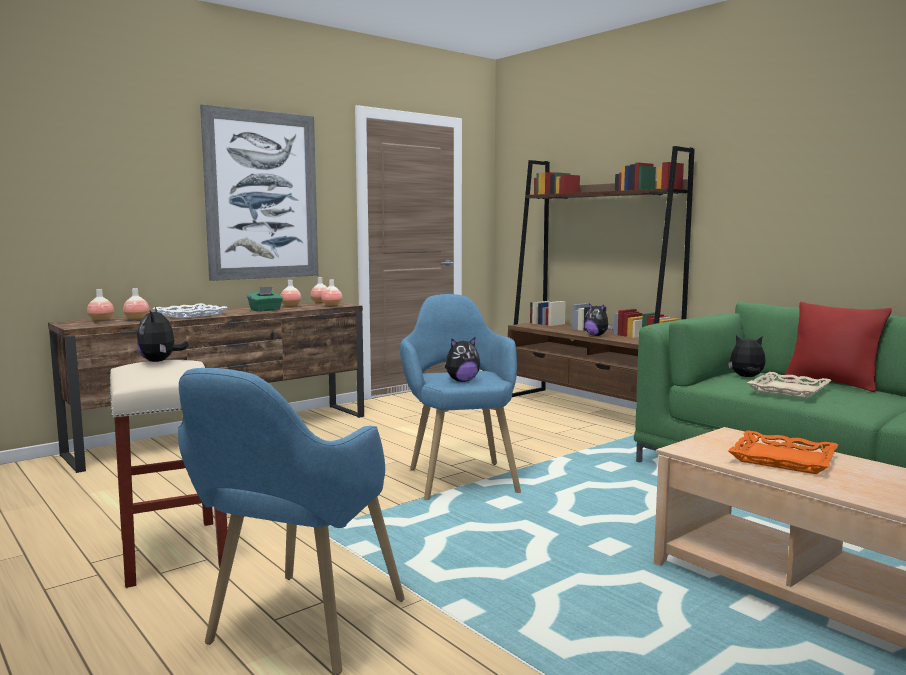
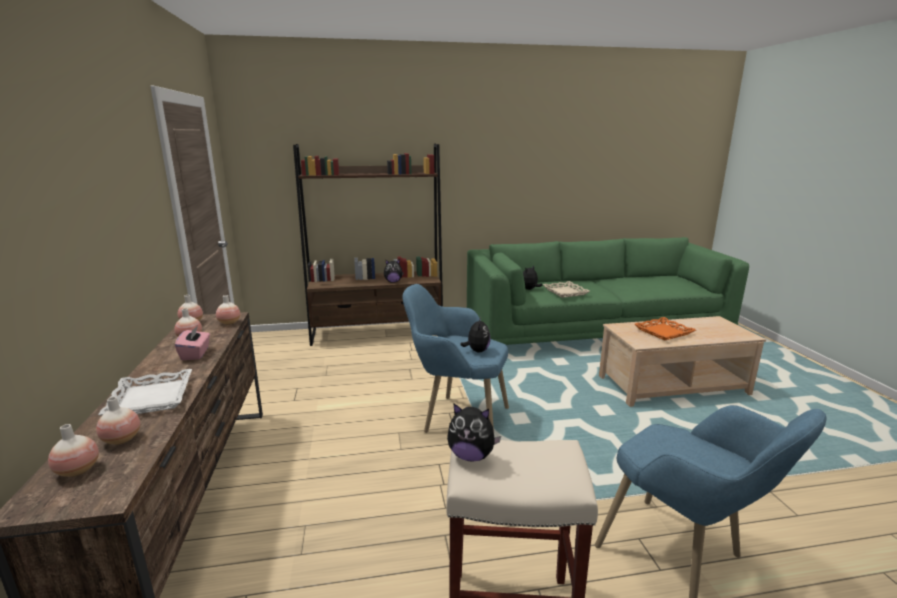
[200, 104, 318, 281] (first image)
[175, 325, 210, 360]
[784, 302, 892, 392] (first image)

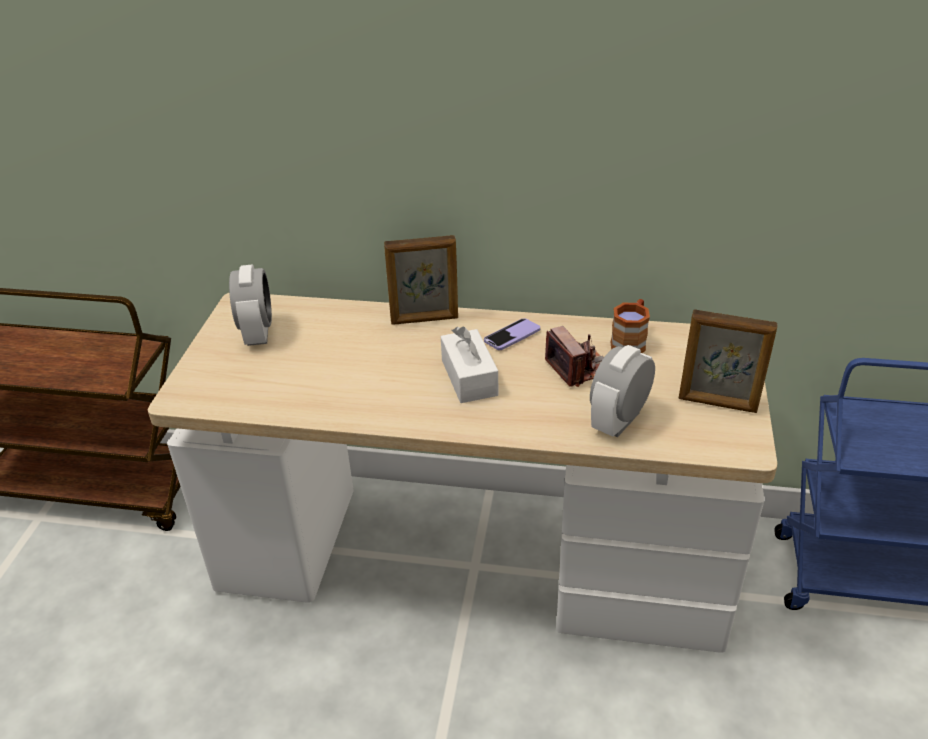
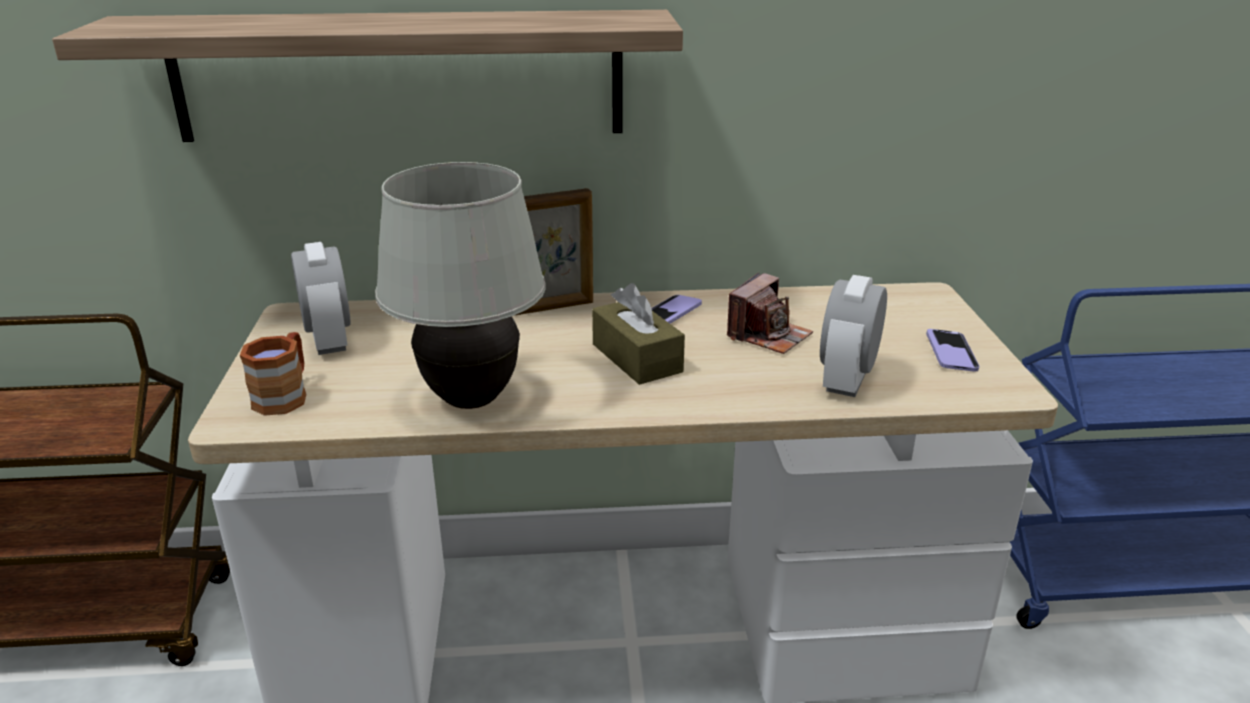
[240, 332, 306, 416]
[926, 329, 980, 372]
[727, 273, 813, 354]
[592, 283, 685, 385]
[52, 10, 683, 142]
[375, 162, 545, 409]

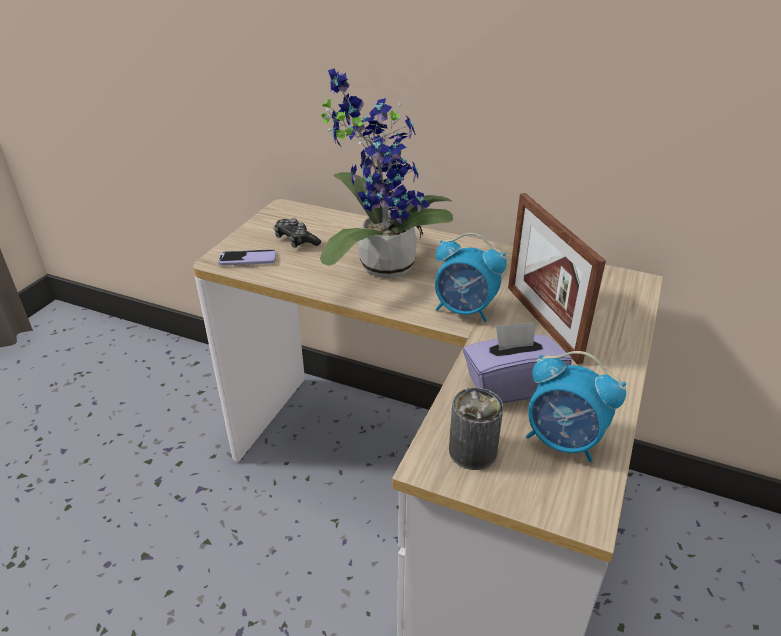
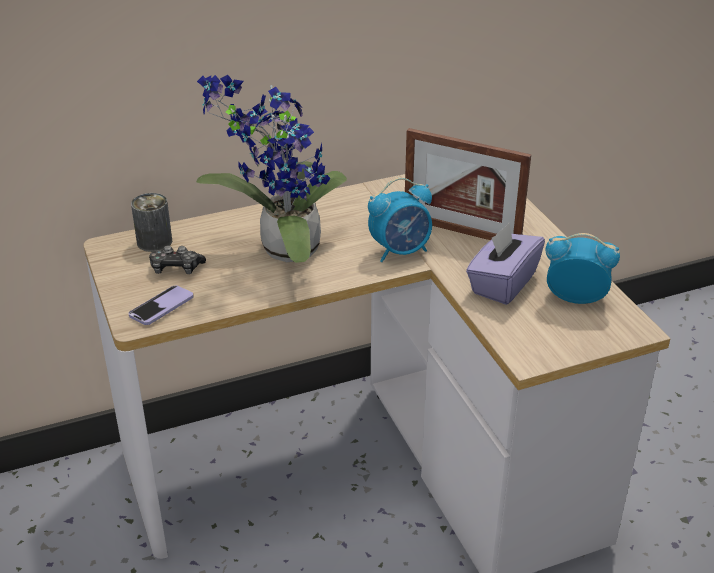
[545, 233, 620, 304]
[131, 193, 172, 252]

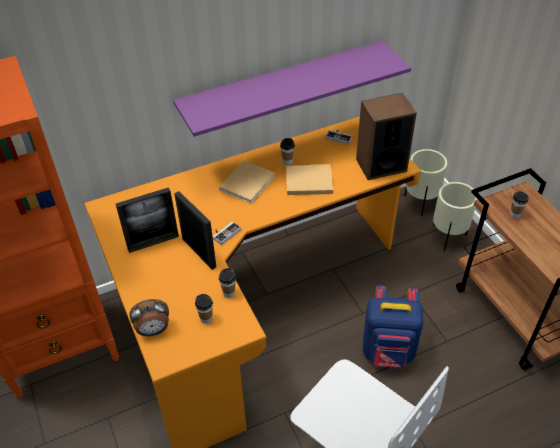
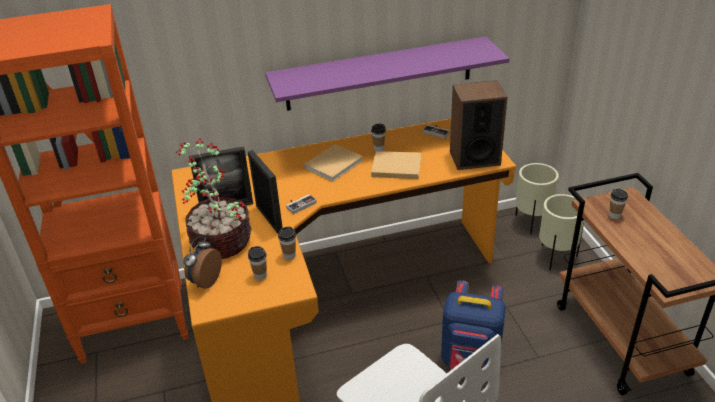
[183, 237, 222, 289]
[176, 138, 251, 259]

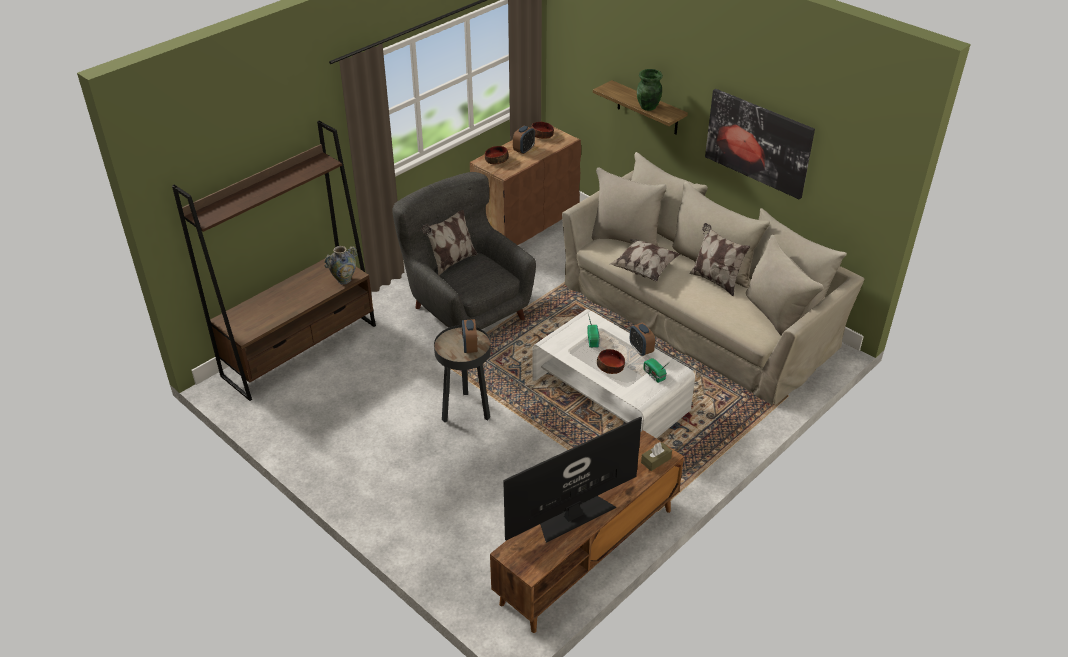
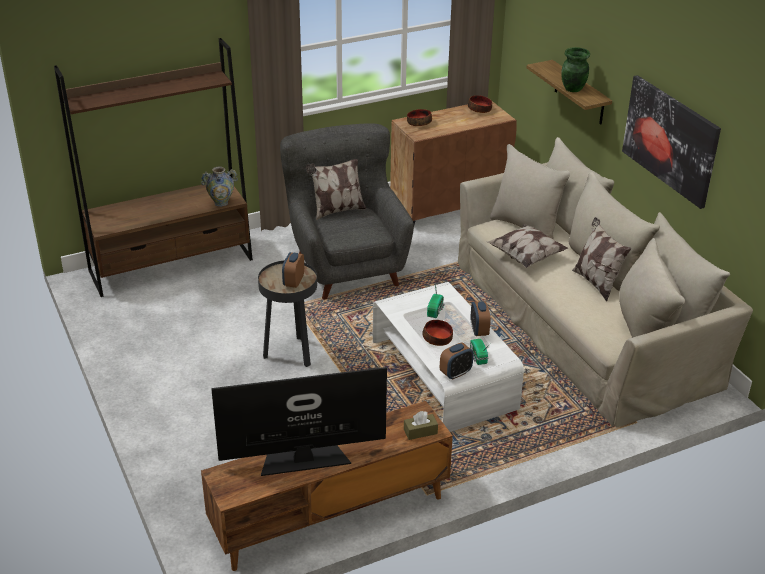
[440, 342, 474, 380]

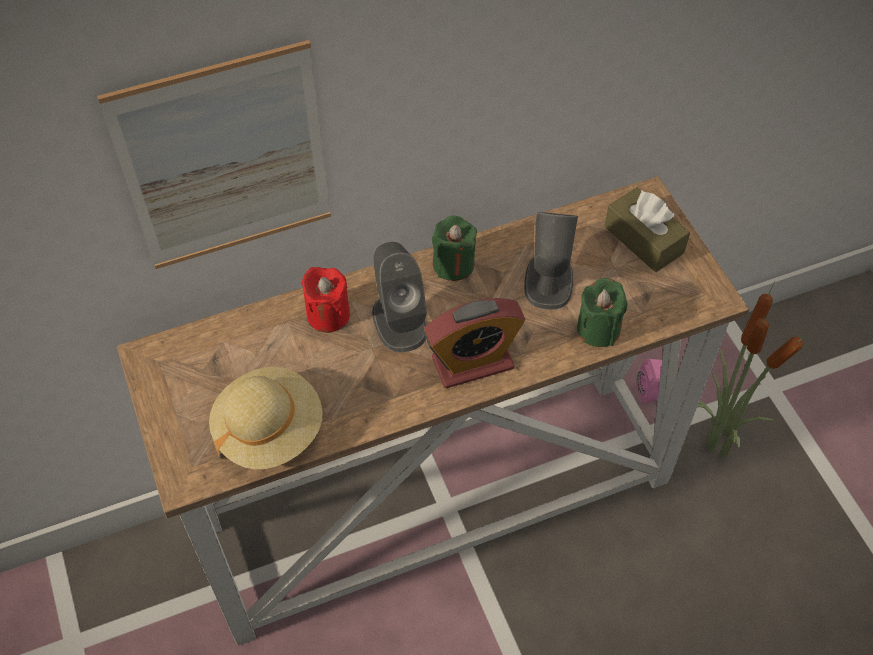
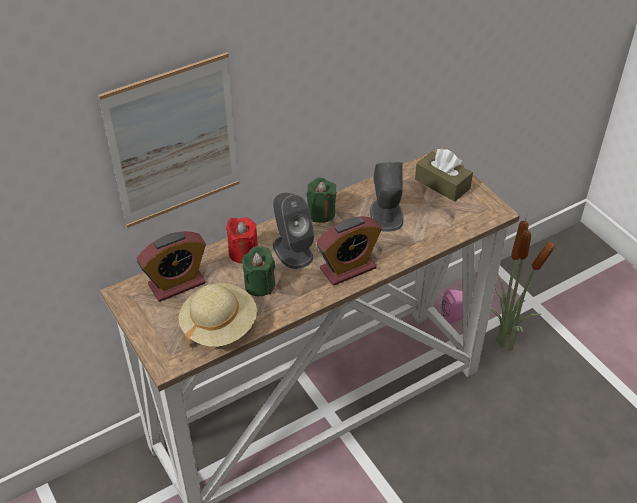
[242, 246, 275, 297]
[137, 231, 206, 302]

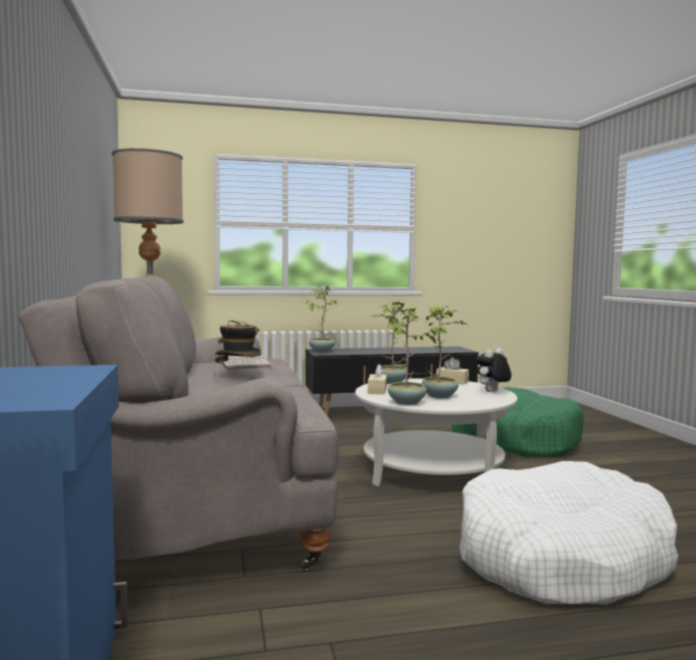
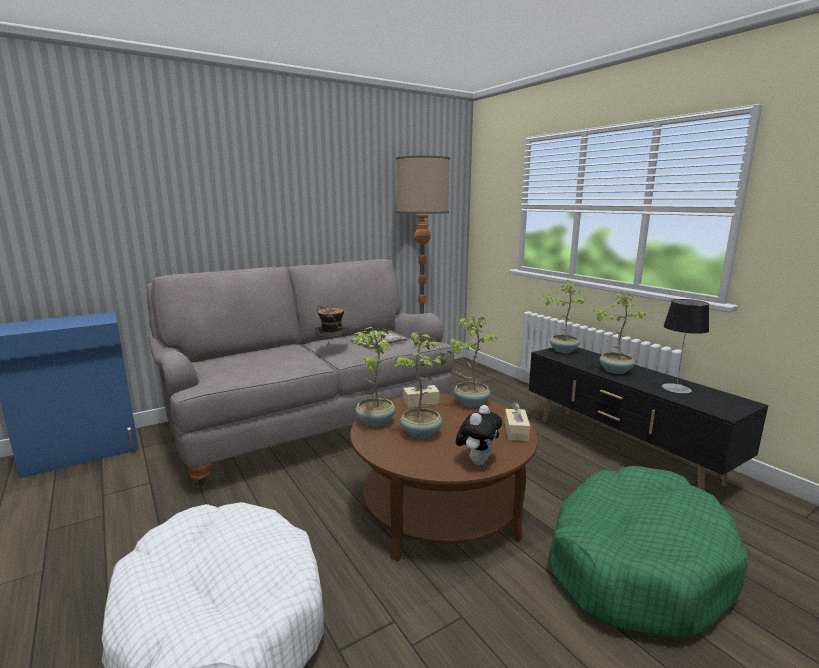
[456, 405, 502, 465]
[350, 394, 538, 561]
[593, 293, 645, 374]
[662, 299, 709, 393]

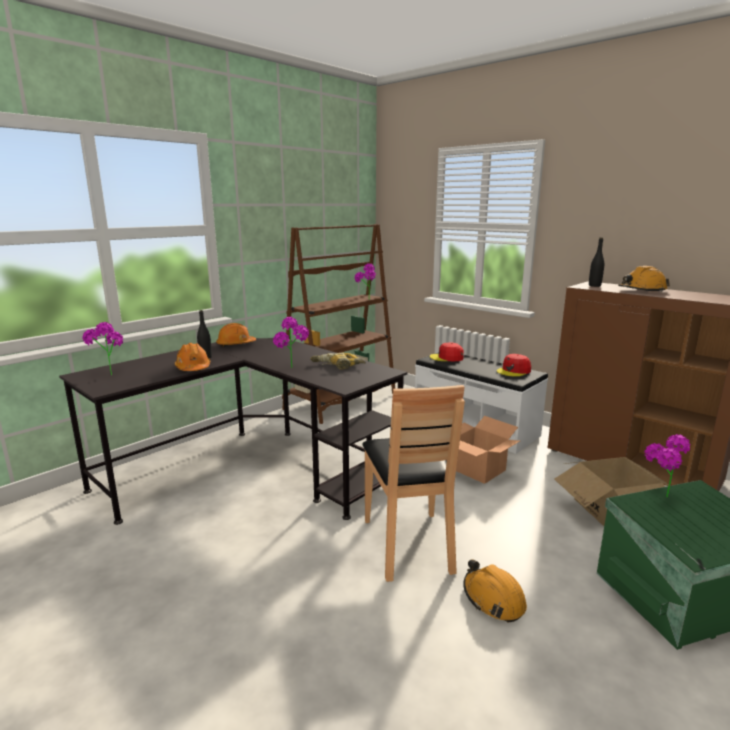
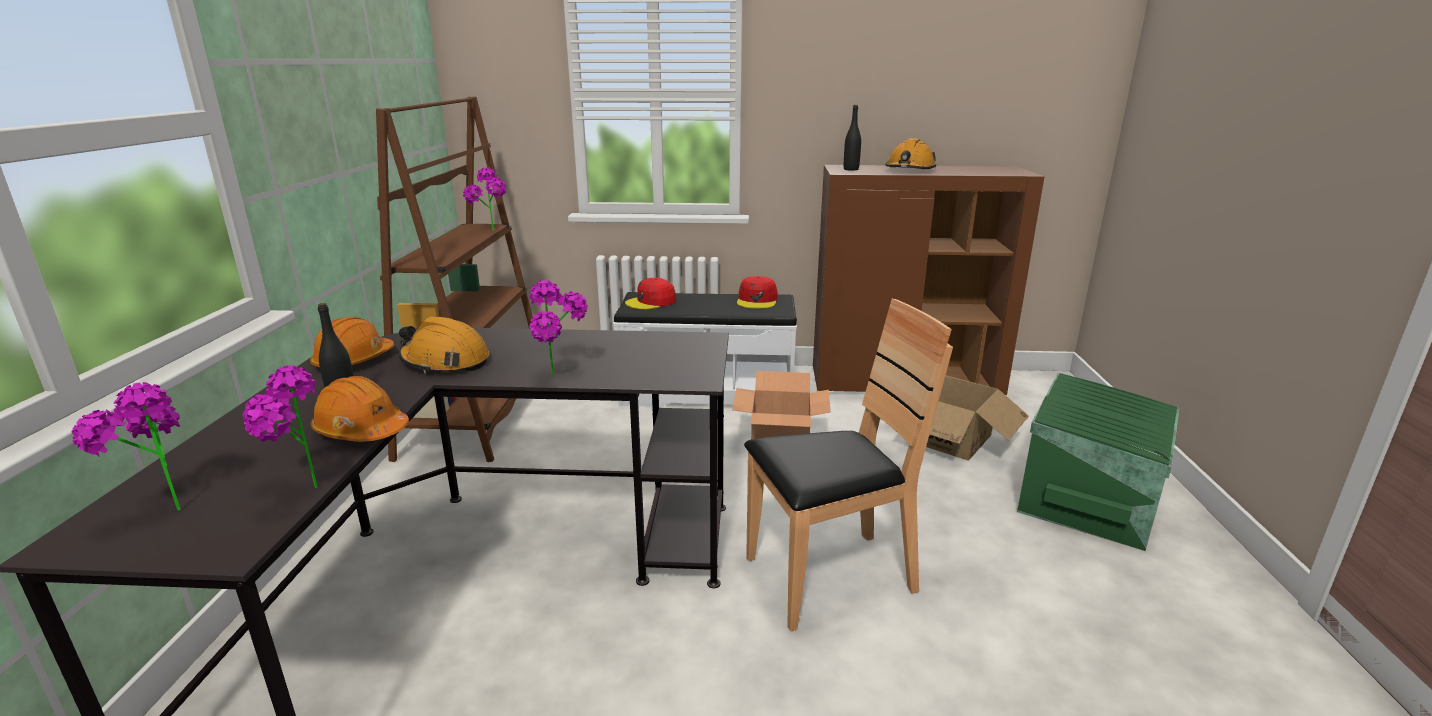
[310, 352, 366, 370] (first image)
[744, 299, 953, 631]
[243, 365, 318, 488]
[399, 316, 490, 373]

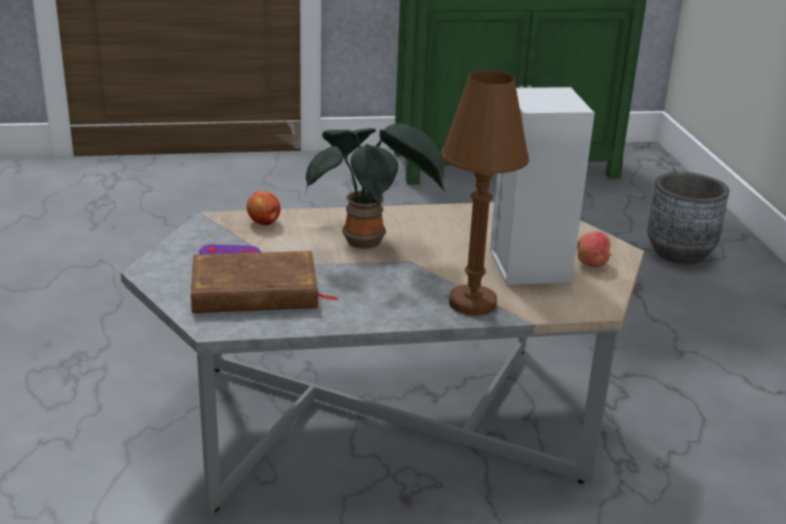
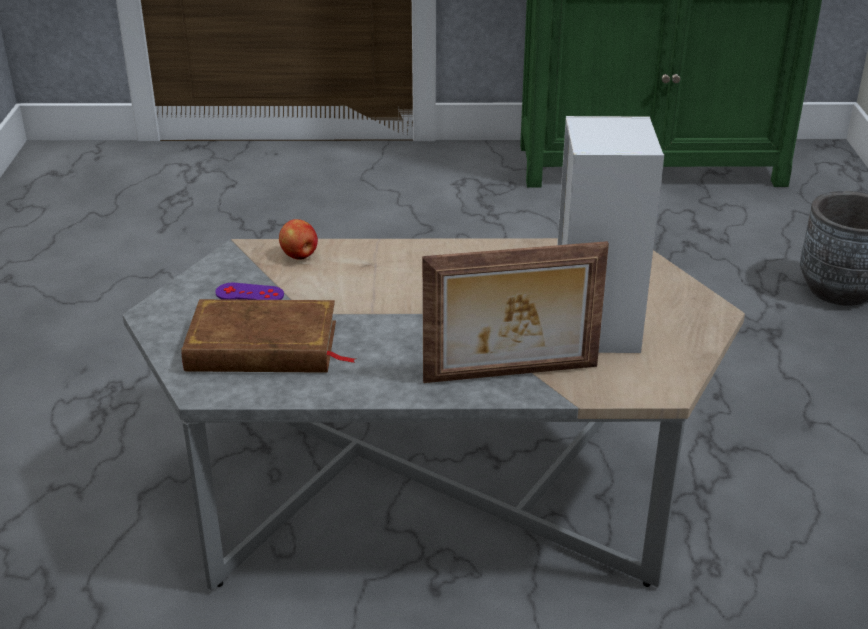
[422, 241, 609, 383]
[306, 124, 445, 249] (first image)
[577, 232, 612, 267] (first image)

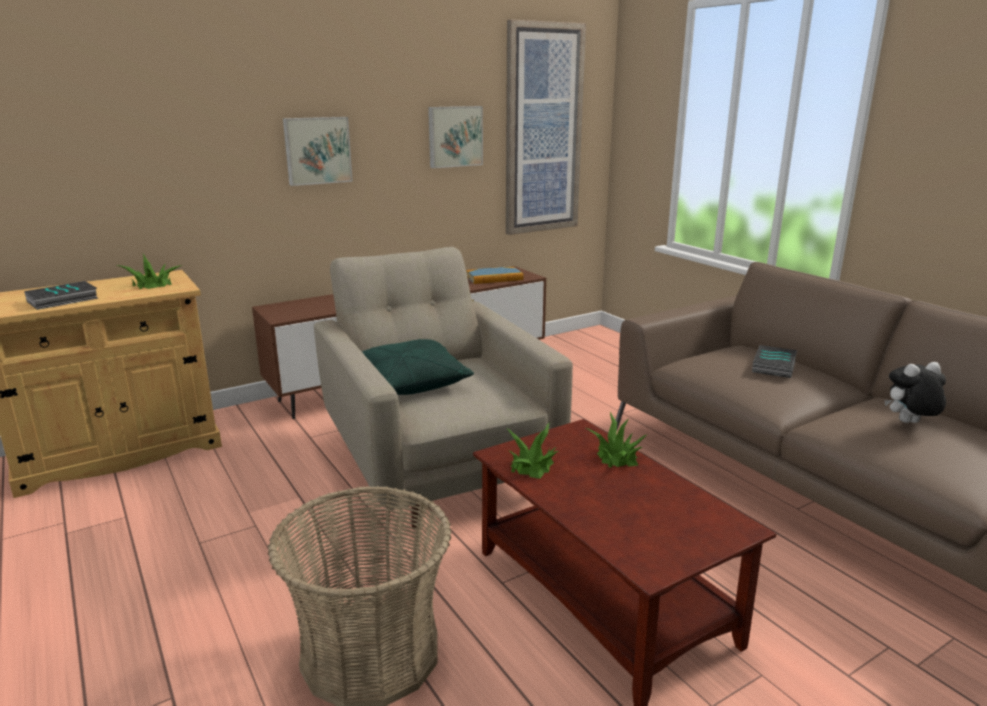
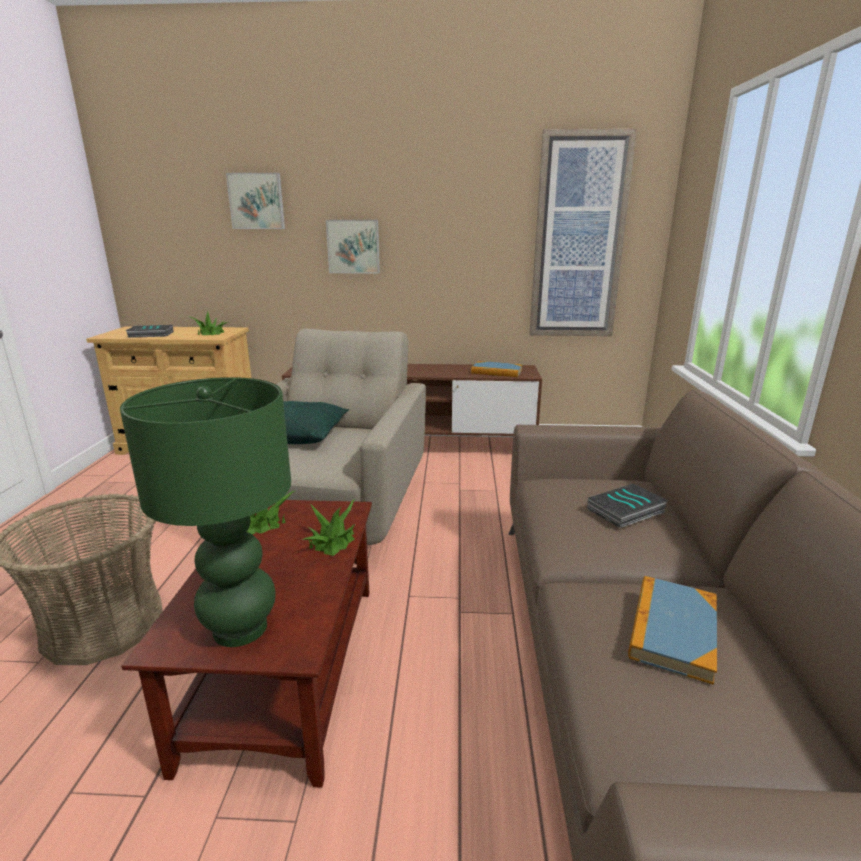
[226, 173, 285, 229]
[628, 576, 717, 685]
[120, 377, 291, 647]

